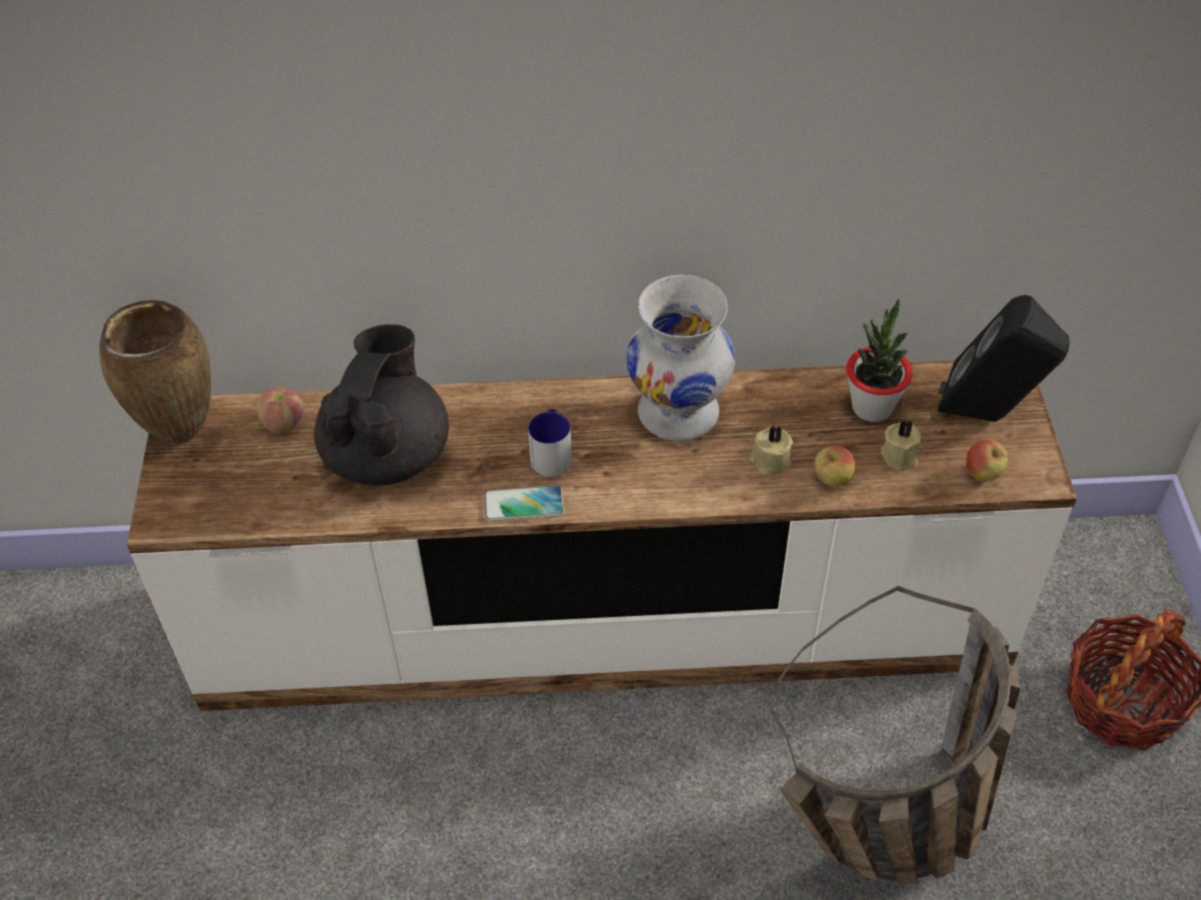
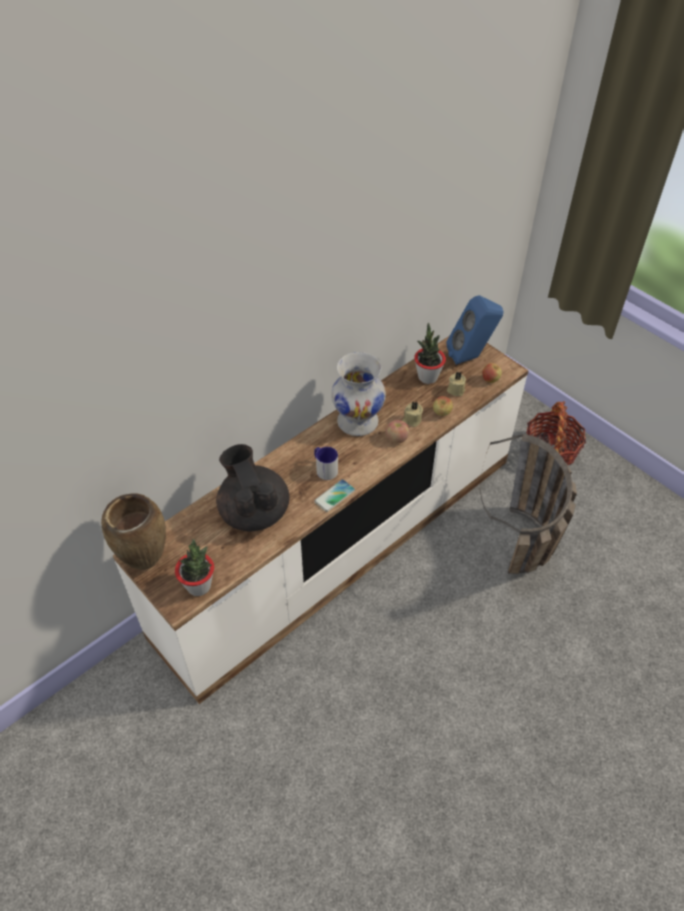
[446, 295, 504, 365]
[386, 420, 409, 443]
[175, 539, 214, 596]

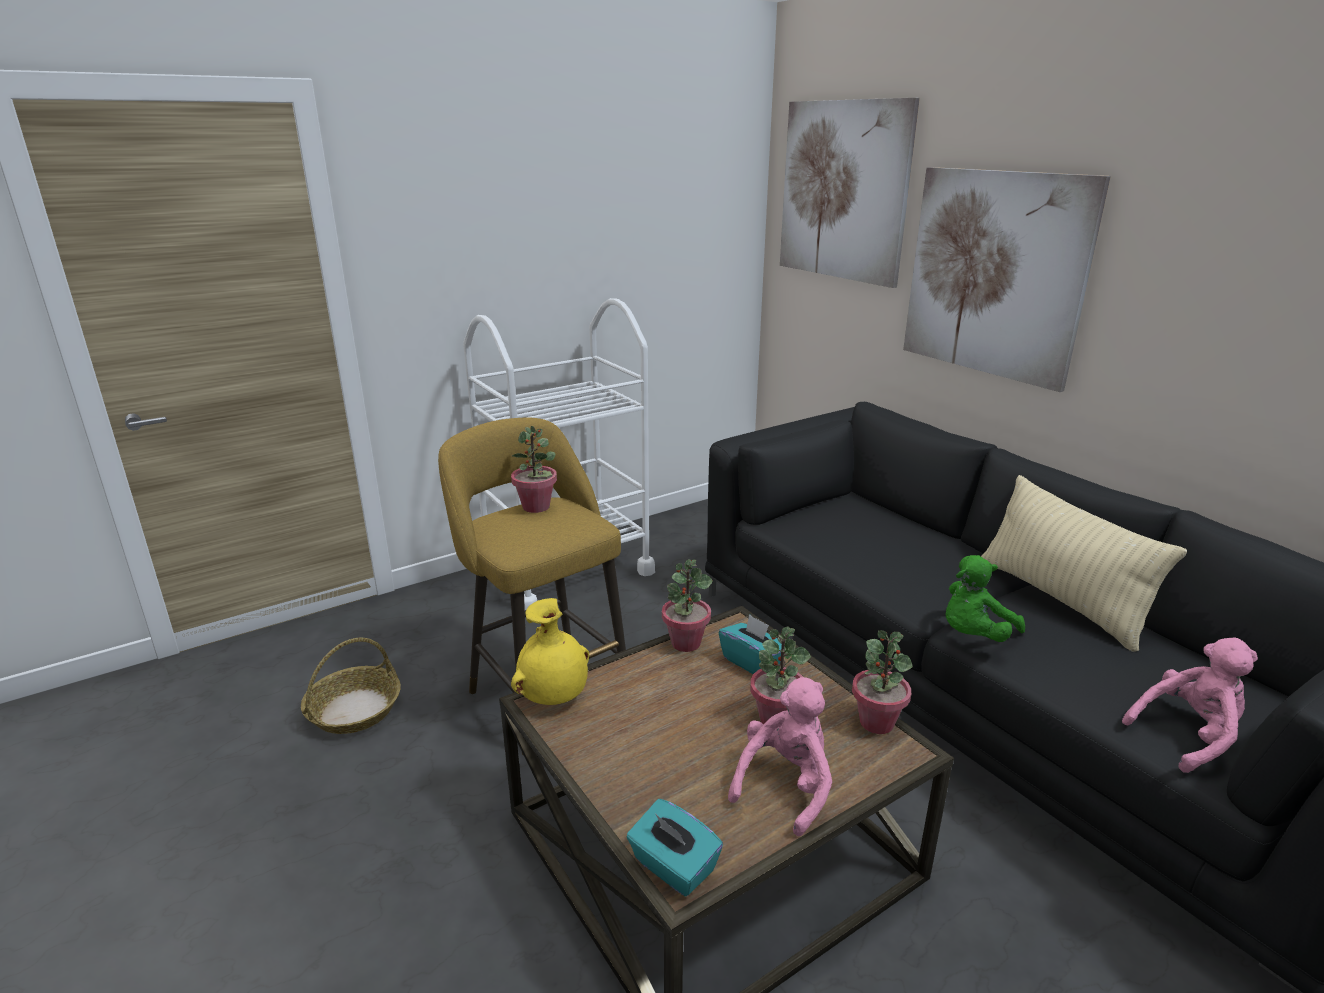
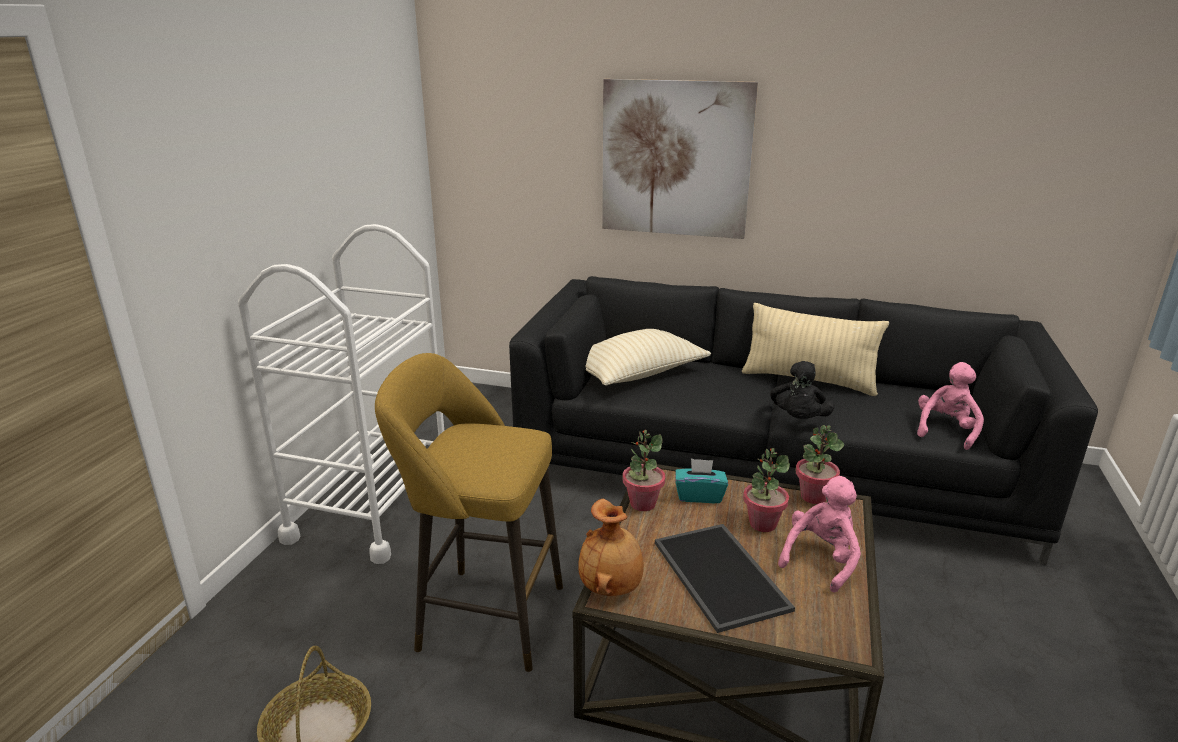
[780, 98, 920, 288] (first image)
[511, 426, 557, 513] (first image)
[770, 361, 835, 419]
[578, 499, 644, 596]
[778, 476, 861, 593]
[626, 799, 723, 896] (first image)
[586, 329, 711, 385]
[655, 524, 795, 633]

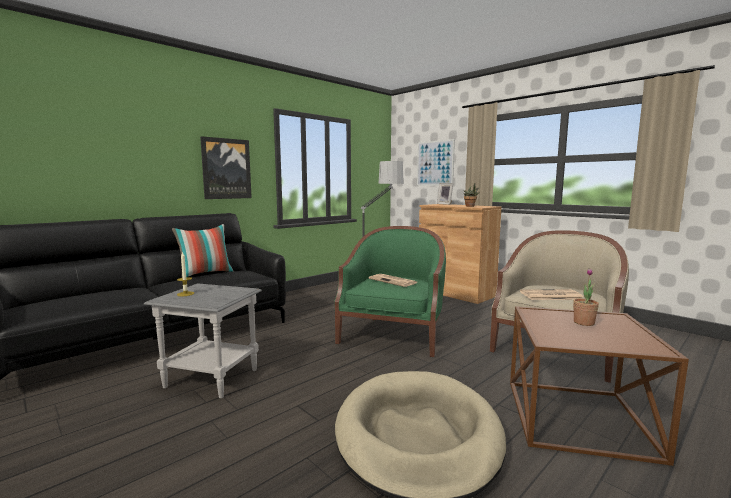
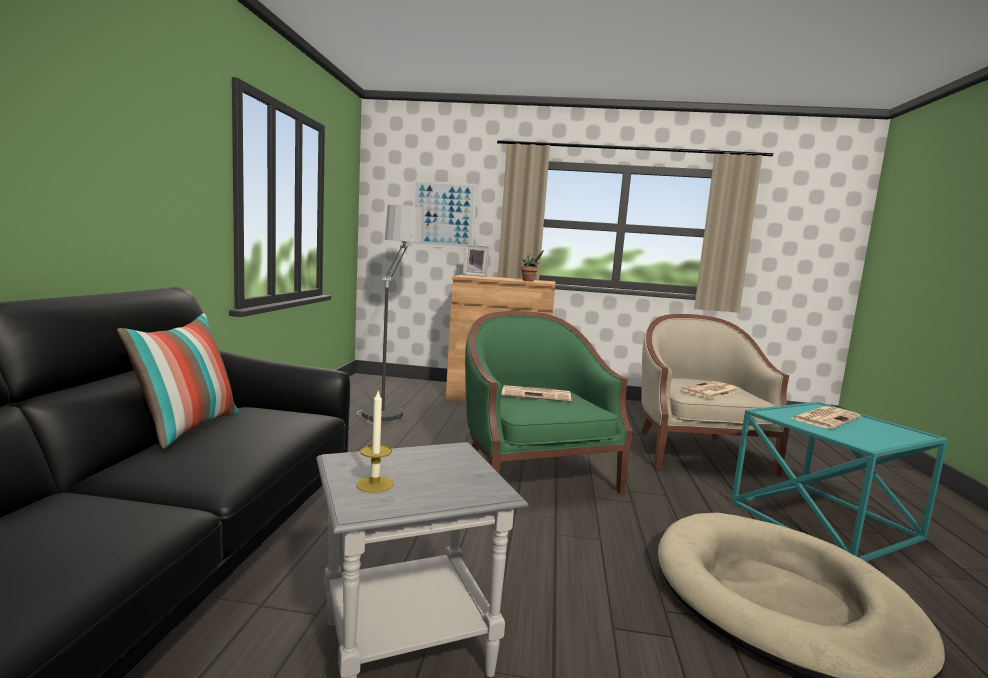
[200, 136, 252, 199] (first image)
[790, 406, 861, 429]
[731, 402, 948, 562]

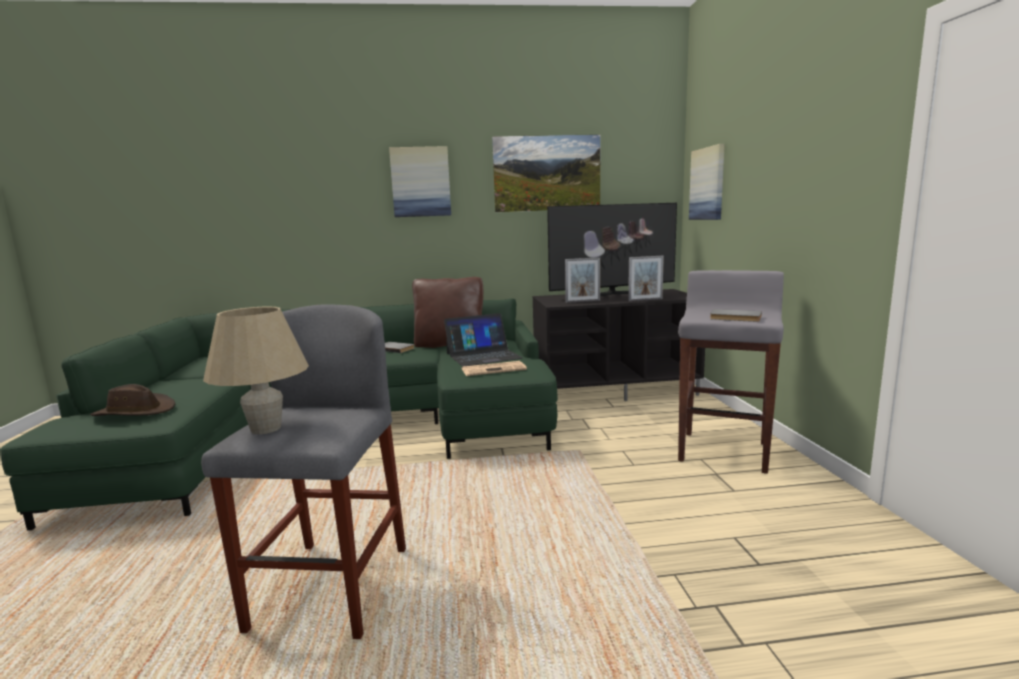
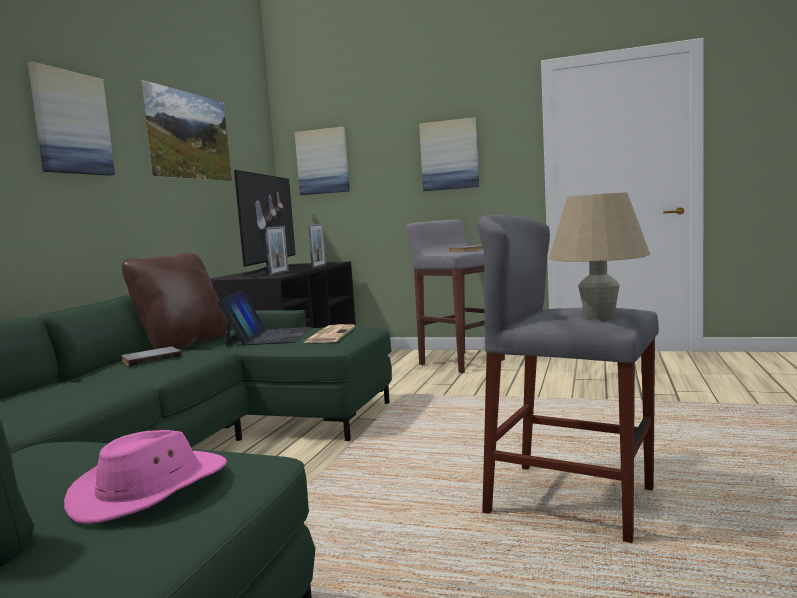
[64, 430, 227, 524]
[419, 117, 479, 191]

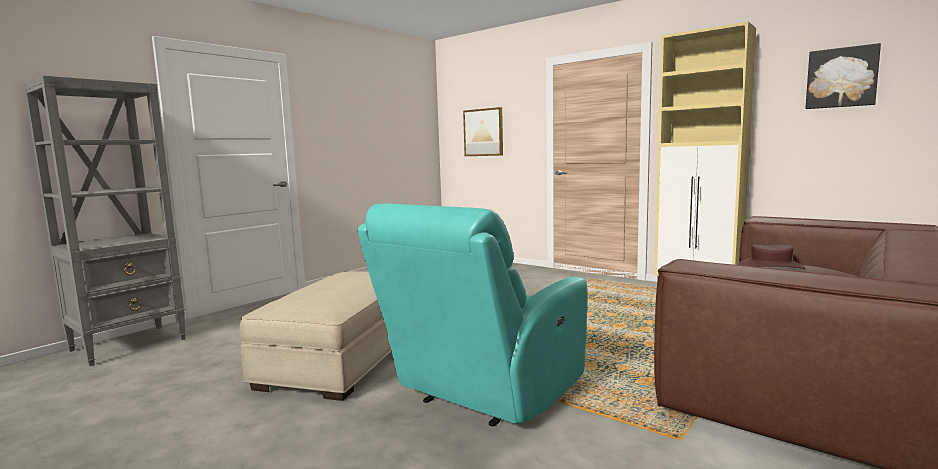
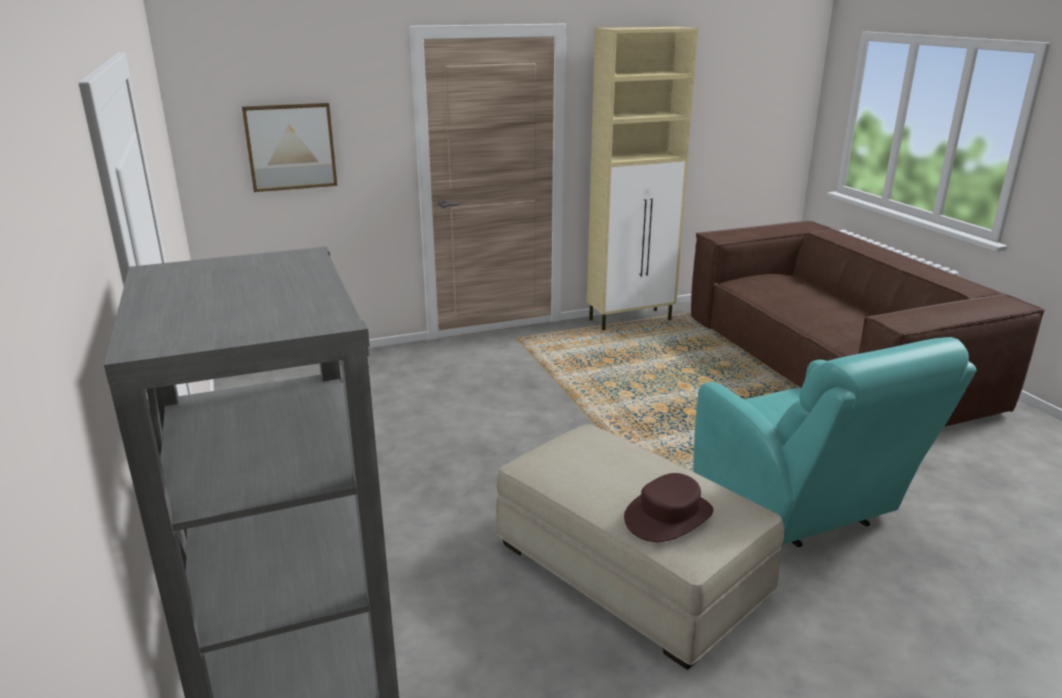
[806, 43, 881, 109] (first image)
[624, 473, 713, 542]

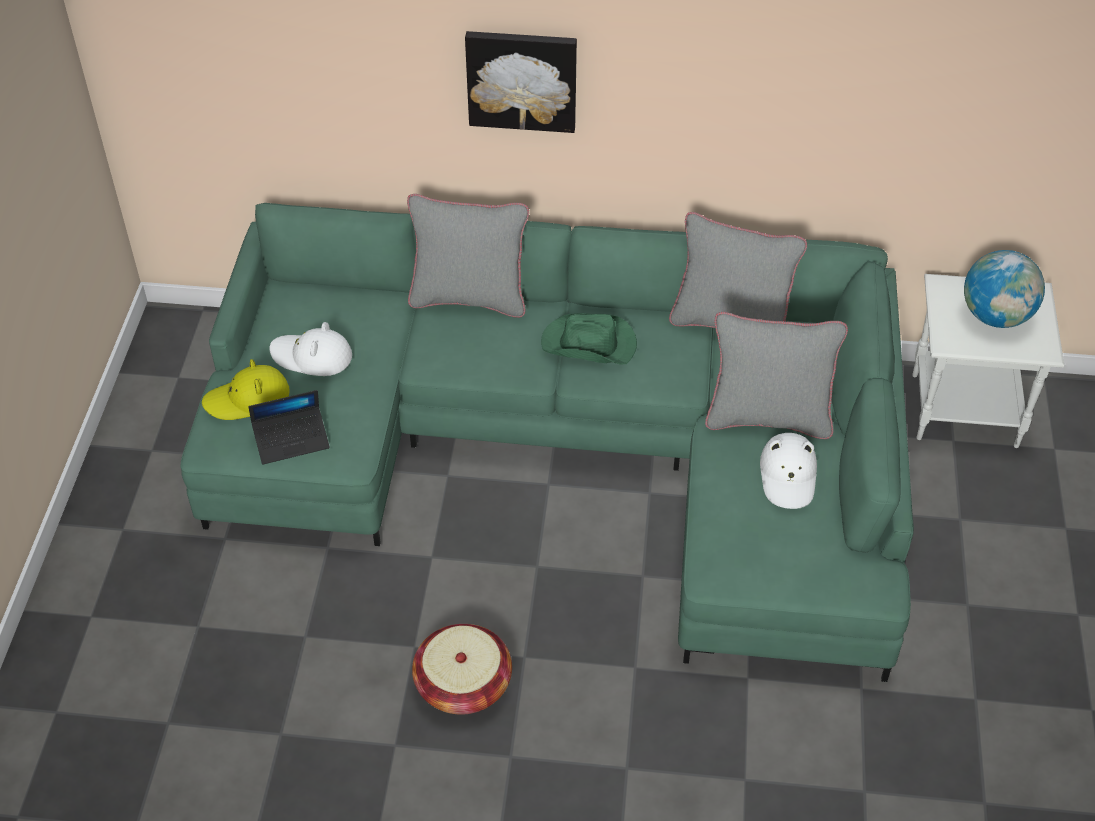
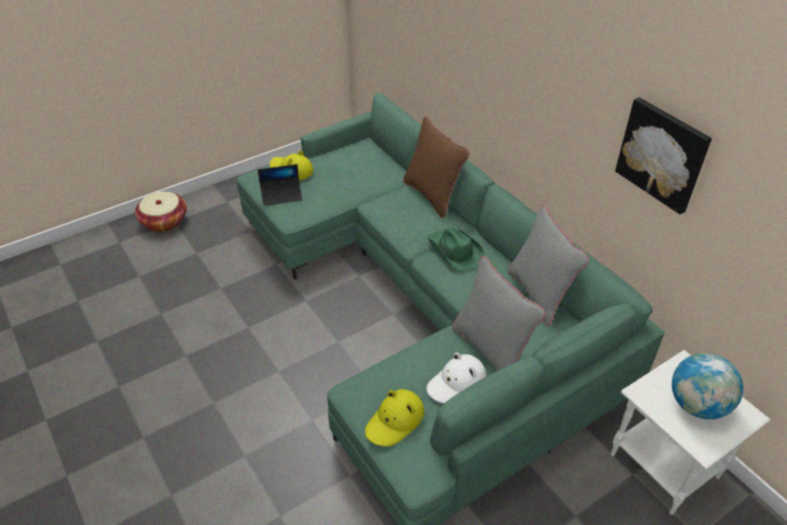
[615, 97, 712, 214]
[403, 116, 469, 218]
[270, 322, 352, 376] (first image)
[258, 164, 303, 206]
[135, 191, 187, 232]
[365, 389, 424, 447]

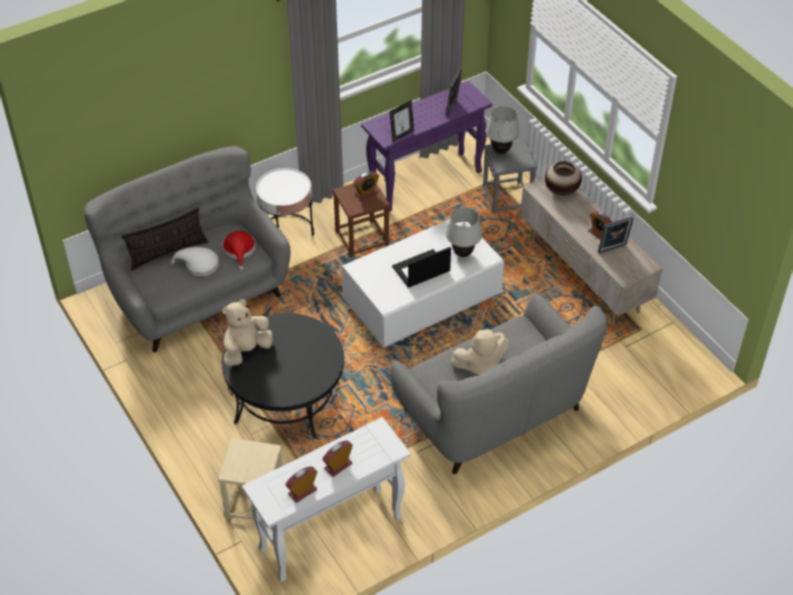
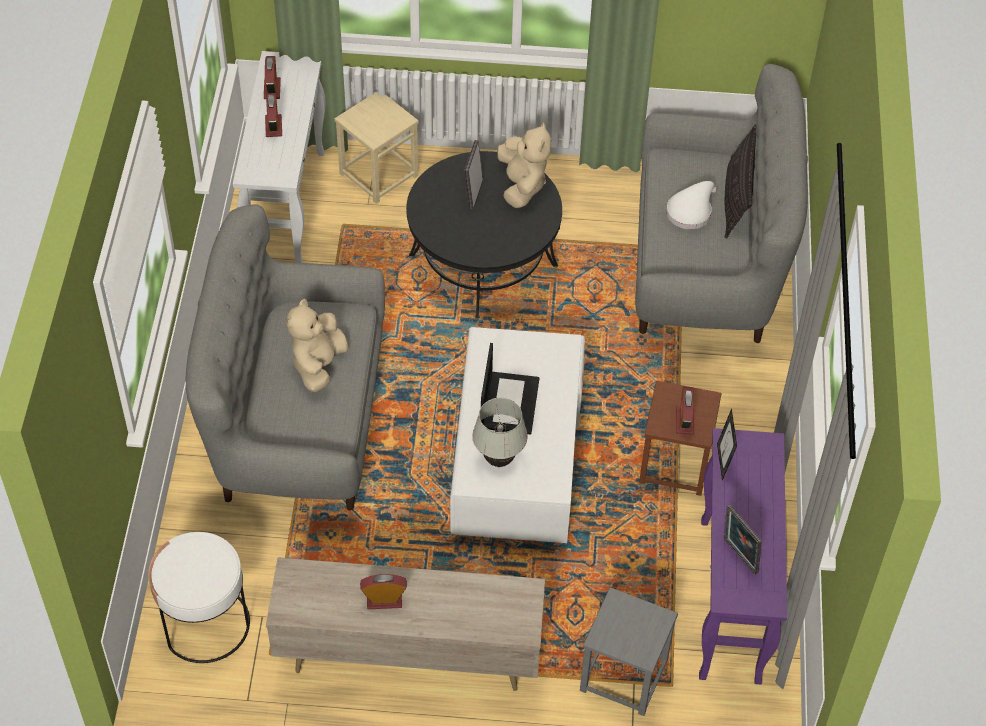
[486, 106, 520, 154] (first image)
[545, 161, 582, 196] (first image)
[148, 532, 250, 663]
[464, 140, 483, 210]
[223, 231, 256, 270] (first image)

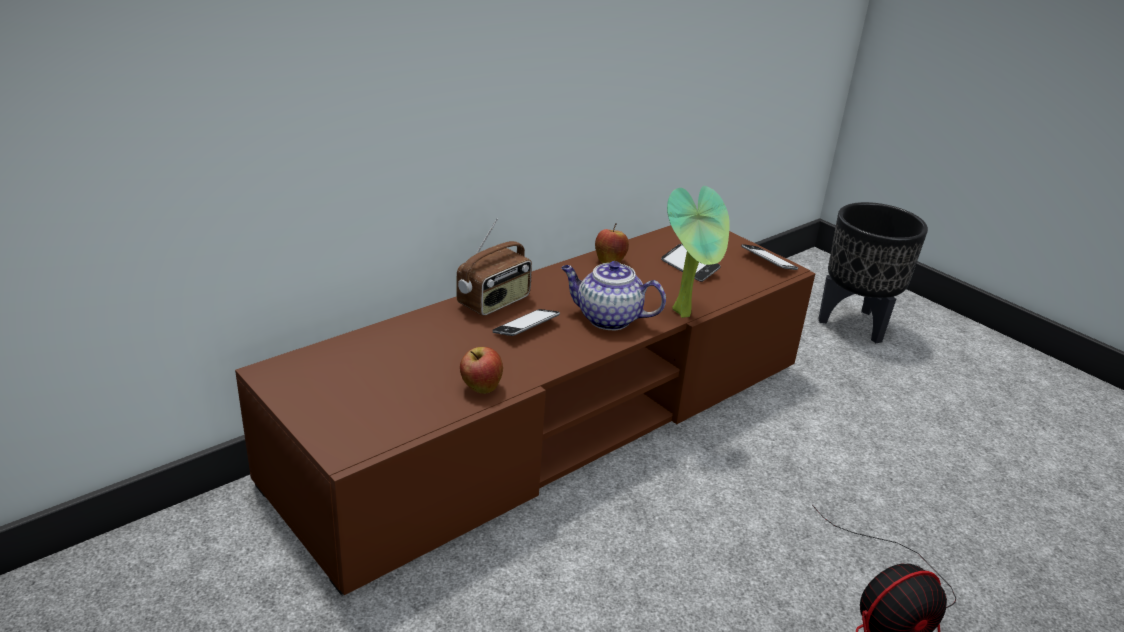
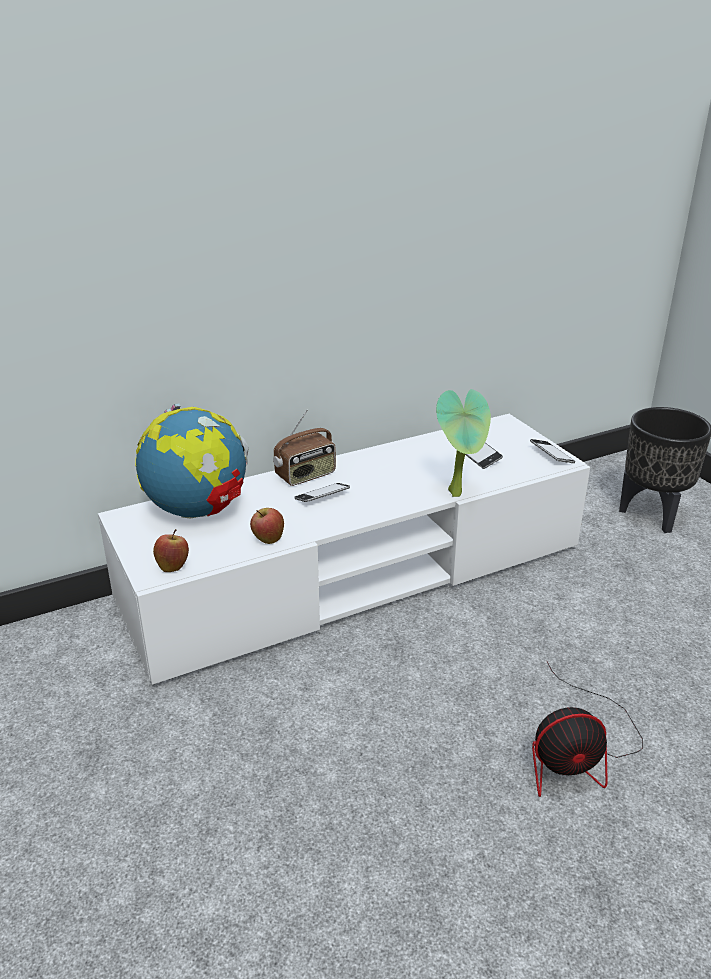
[153, 529, 189, 572]
[98, 414, 590, 685]
[561, 261, 666, 330] (first image)
[135, 403, 249, 519]

